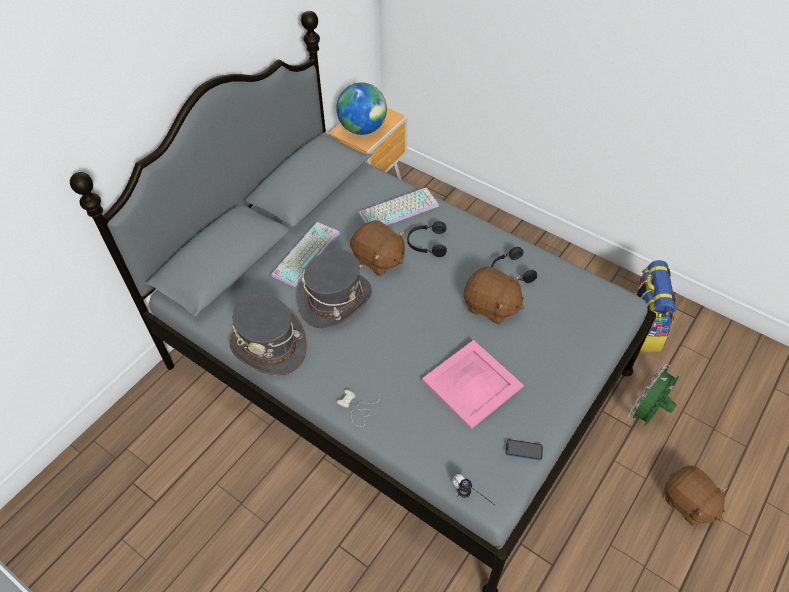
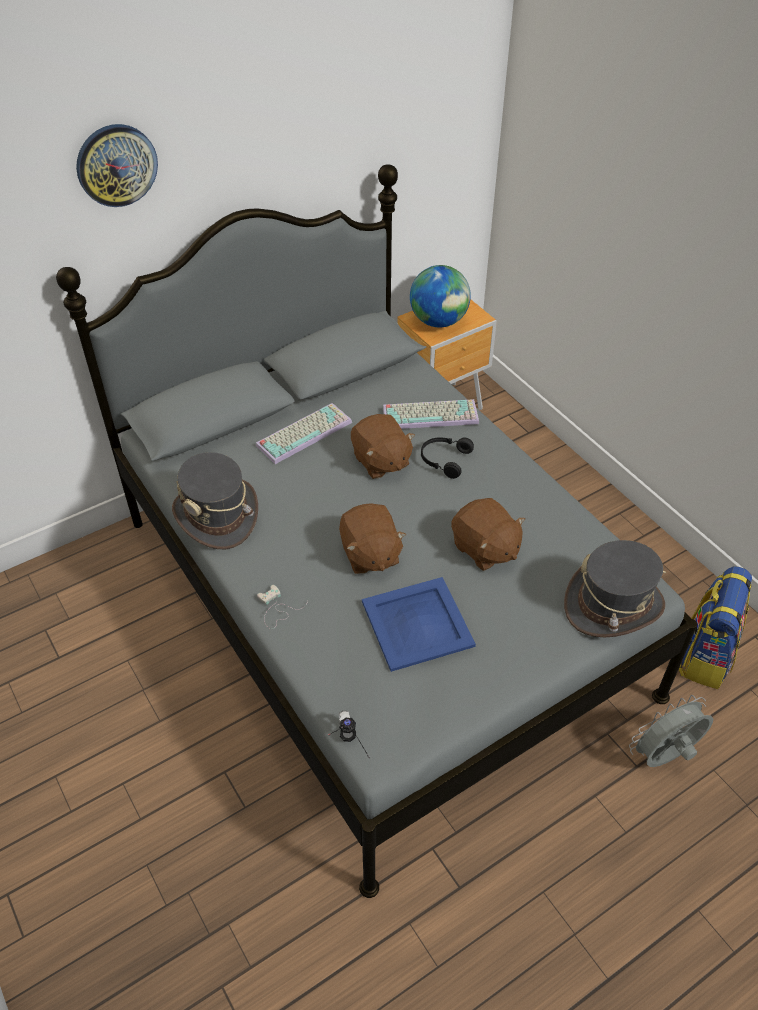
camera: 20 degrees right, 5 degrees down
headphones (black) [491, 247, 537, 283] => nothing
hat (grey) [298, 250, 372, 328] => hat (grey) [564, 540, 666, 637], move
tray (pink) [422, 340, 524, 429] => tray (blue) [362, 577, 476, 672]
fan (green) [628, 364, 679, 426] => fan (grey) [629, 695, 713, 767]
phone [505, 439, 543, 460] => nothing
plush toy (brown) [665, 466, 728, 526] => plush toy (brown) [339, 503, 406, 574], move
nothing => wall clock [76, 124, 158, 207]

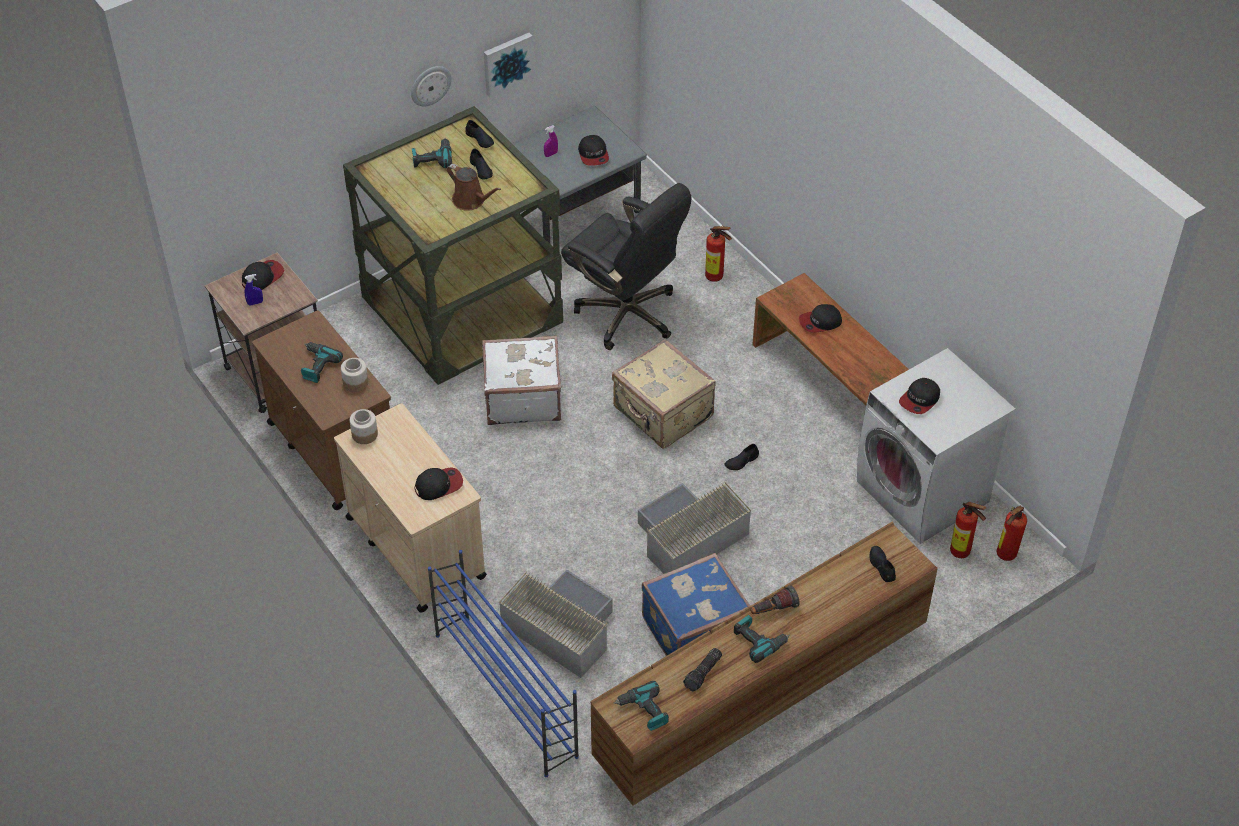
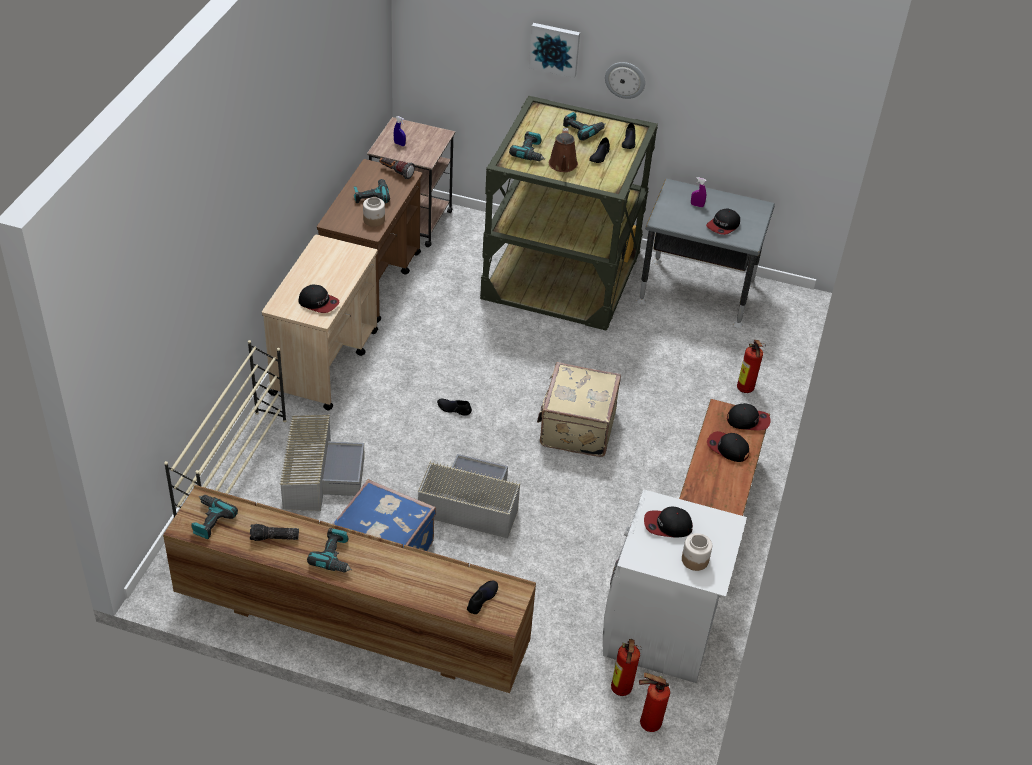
camera: 50 degrees right, 5 degrees down
picture [484, 33, 534, 98] => picture [529, 23, 580, 78], move
office chair (black) [561, 183, 691, 350] => nothing
cap [242, 260, 284, 290] => cap [727, 403, 770, 431], move
suitcase (white) [482, 336, 561, 425] => nothing
jar [350, 409, 378, 444] => jar [682, 533, 712, 571], move
shoe (black) [724, 444, 759, 470] => shoe (black) [437, 398, 472, 416], move
shoe rack (blue) [428, 550, 579, 777] => shoe rack (beige) [164, 340, 286, 517]
flashlight [750, 586, 800, 614] => flashlight [379, 157, 415, 179], move
nothing => power drill [509, 131, 545, 161]

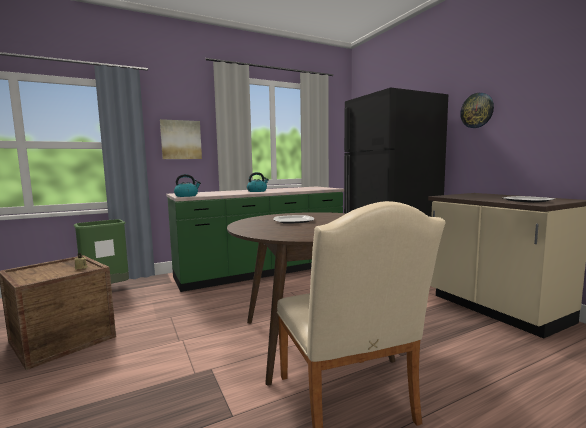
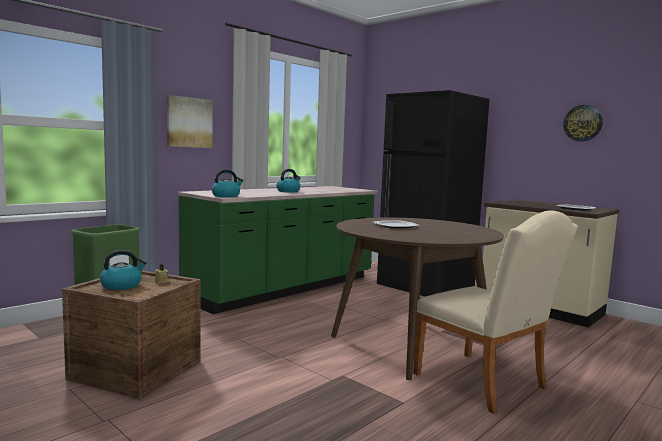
camera: 20 degrees left, 0 degrees up
wall clock [460, 93, 494, 128] => wall clock [563, 105, 603, 141], move
nothing => kettle [100, 250, 147, 290]

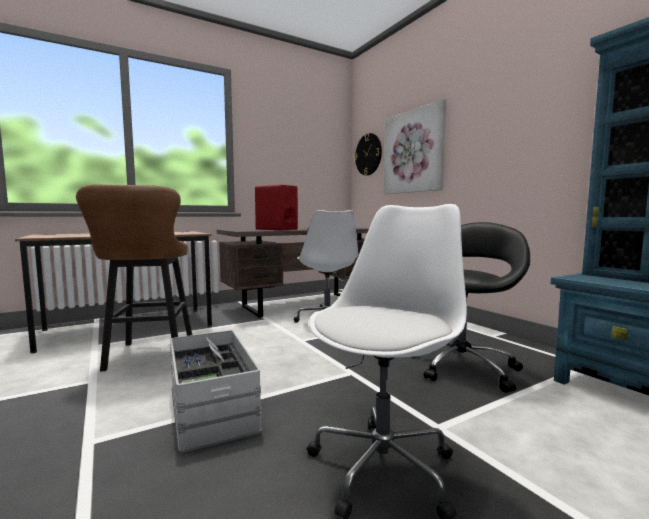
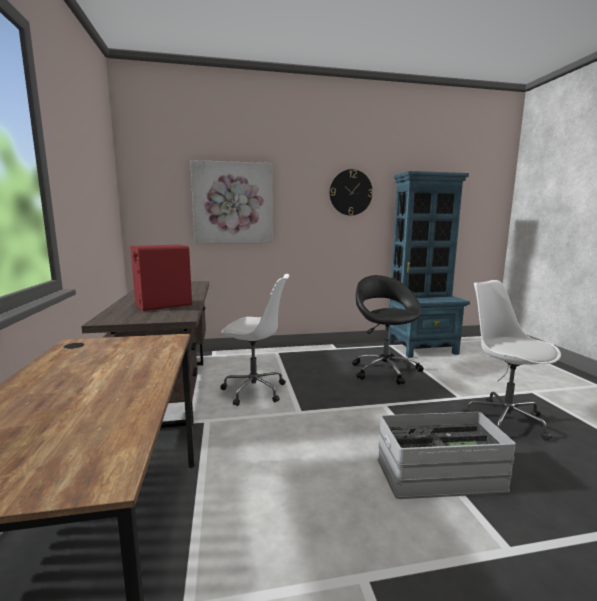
camera: 70 degrees left, 5 degrees up
wall clock [354, 133, 382, 176] => wall clock [330, 169, 373, 215], move
stool (brown) [76, 184, 192, 372] => nothing

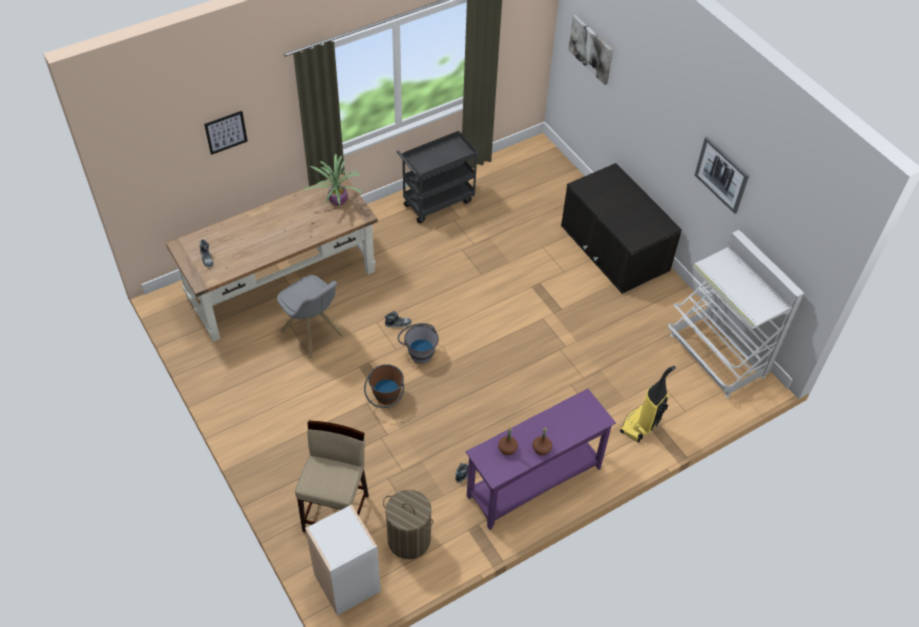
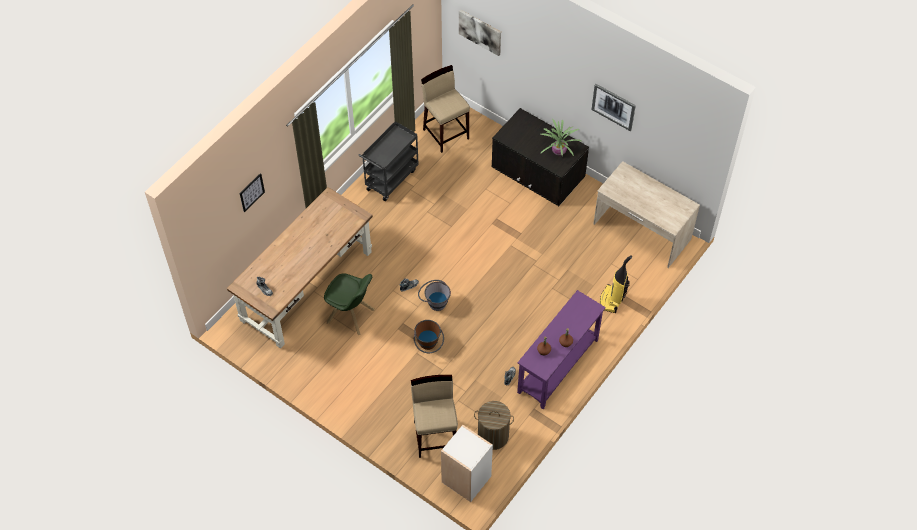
camera: 20 degrees left, 5 degrees up
potted plant [301, 154, 363, 206] => potted plant [540, 119, 583, 156], move
shoe rack (white) [668, 230, 804, 398] => desk (beige) [594, 161, 700, 268]
chair (grey) [277, 275, 344, 358] => chair (green) [324, 273, 374, 335]
nothing => stool (beige) [421, 65, 470, 153]

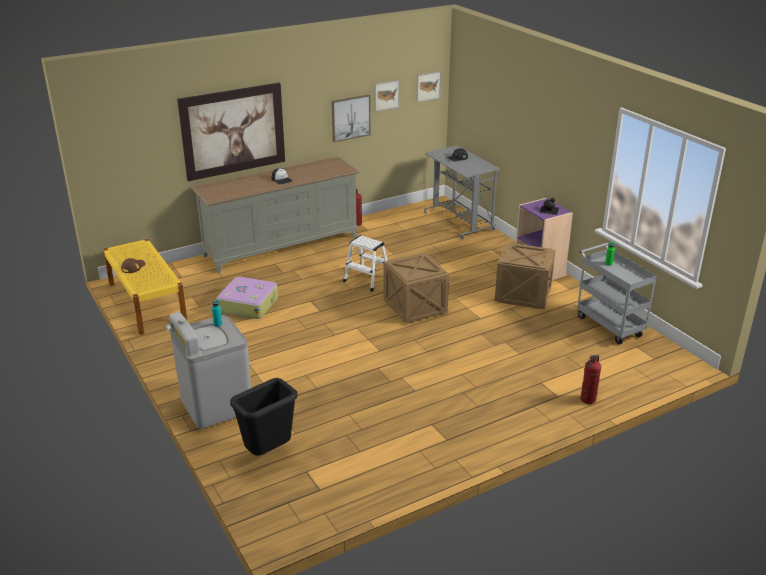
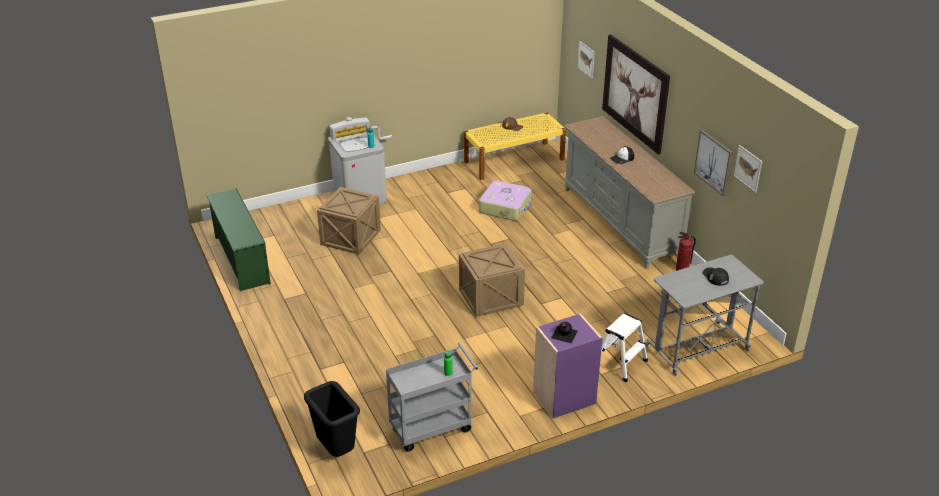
camera: 95 degrees right, 5 degrees up
picture [417, 71, 441, 103] => picture [577, 41, 595, 79], move
step ladder (white) [343, 235, 389, 292] => step ladder (white) [601, 313, 648, 382], move
crate [495, 243, 555, 309] => crate [317, 187, 381, 255], move
fire extinguisher [581, 355, 601, 404] => nothing
trash can (black) [230, 378, 298, 456] => trash can (black) [304, 381, 360, 457], move
nothing => shoe rack (green) [206, 189, 271, 291]

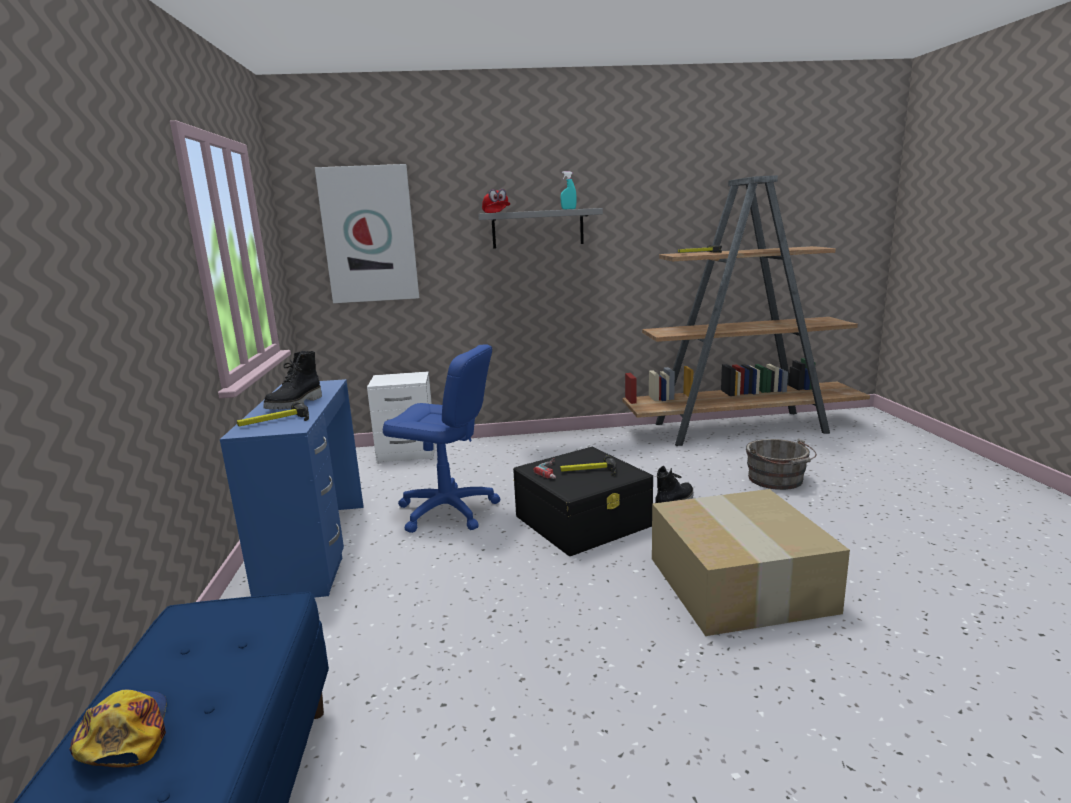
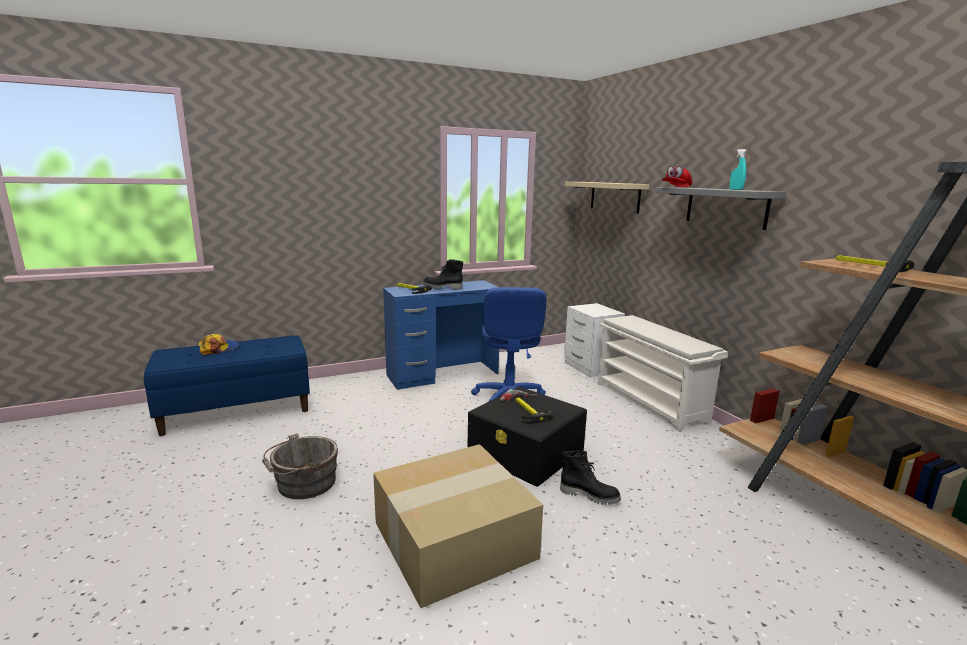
camera: 70 degrees right, 0 degrees up
picture [315, 164, 419, 303] => shelf (beige) [565, 182, 649, 214]
bucket (grey) [746, 438, 817, 490] => bucket (grey) [262, 433, 338, 499], move
nothing => shoe rack (white) [598, 315, 728, 432]

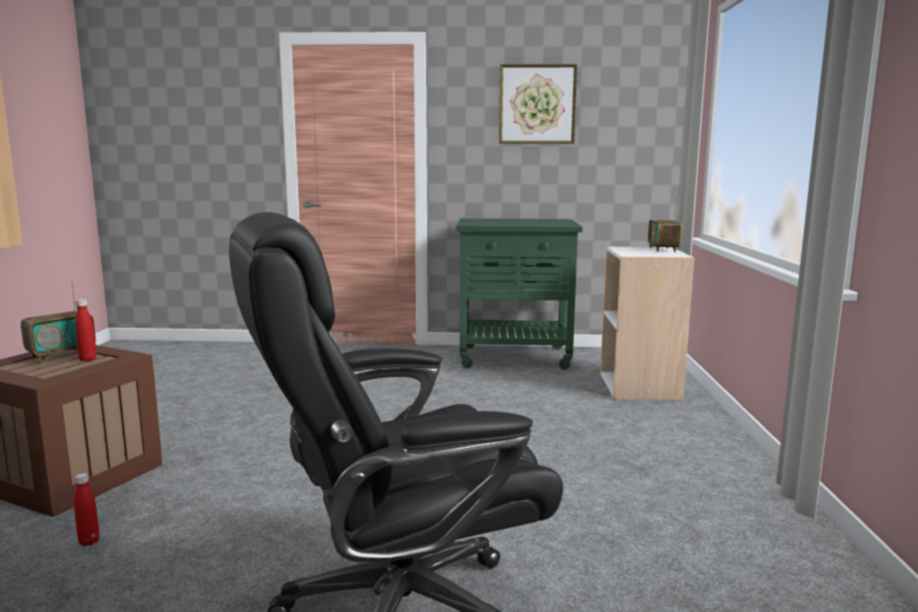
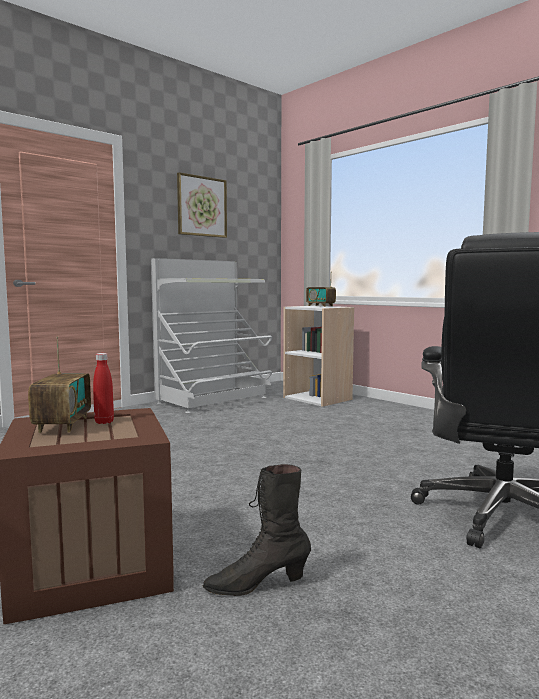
camera: 45 degrees left, 5 degrees down
cart (green) [456, 218, 583, 370] => shoe rack (white) [151, 258, 272, 413]
bottle (red) [74, 473, 100, 546] => boot (black) [203, 464, 311, 596]

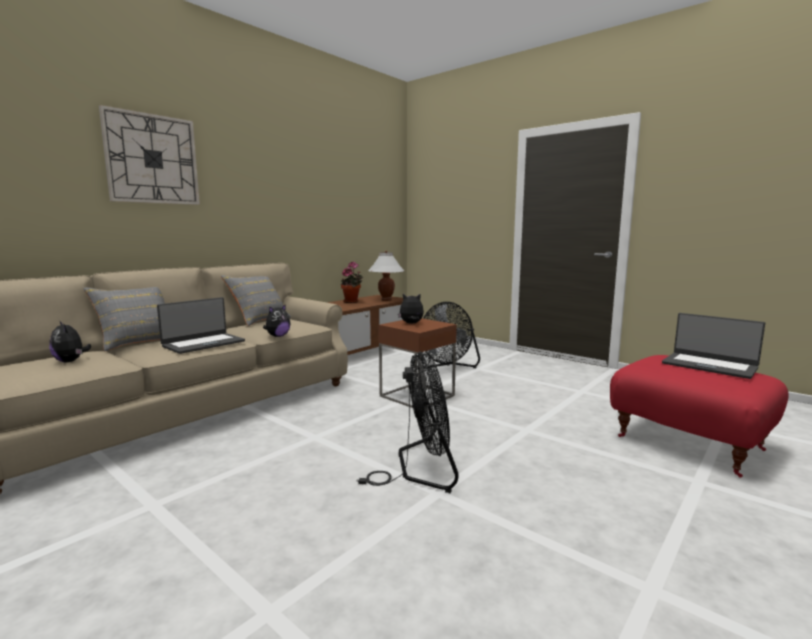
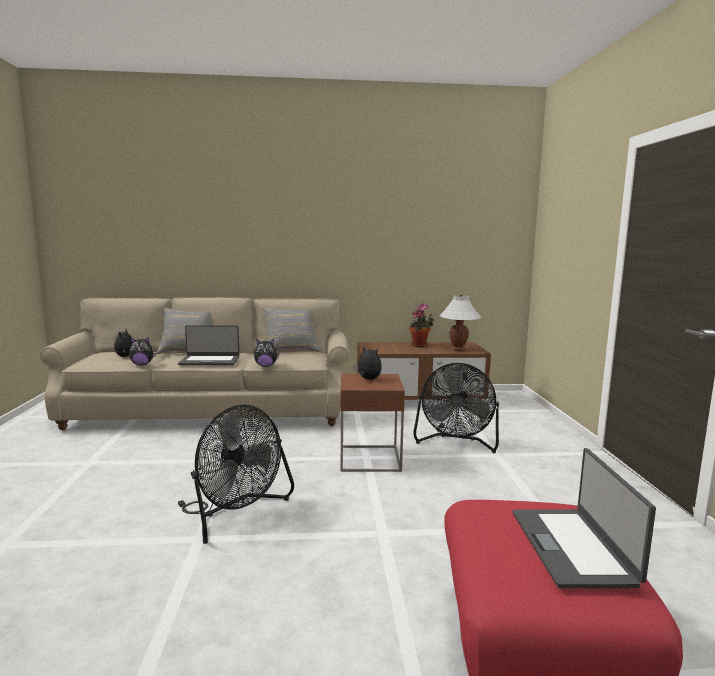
camera: 45 degrees right, 0 degrees up
wall clock [99, 105, 200, 205] => nothing
nothing => plush toy [129, 337, 156, 365]

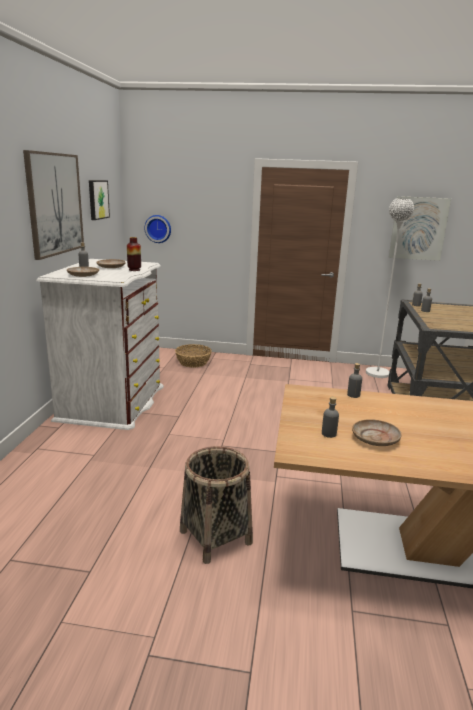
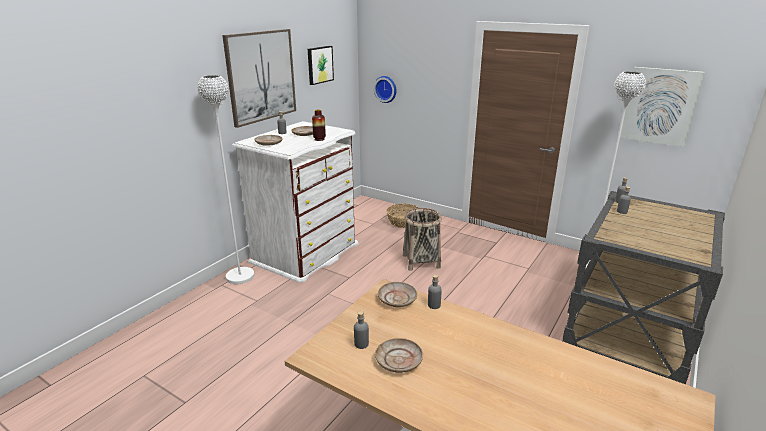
camera: 25 degrees right, 5 degrees up
basket [180, 446, 253, 564] => basket [403, 208, 442, 271], move
nothing => floor lamp (white) [197, 75, 254, 284]
nothing => plate (beige) [378, 282, 417, 307]

